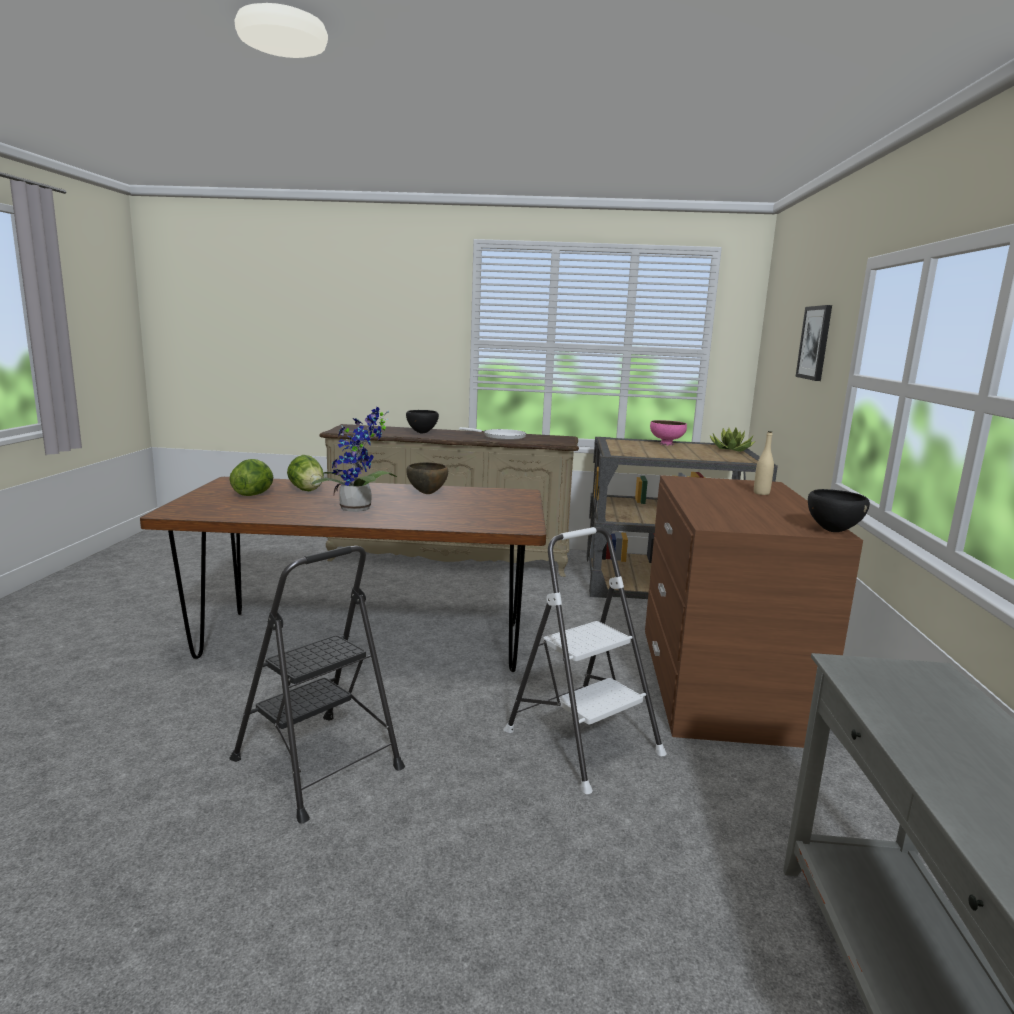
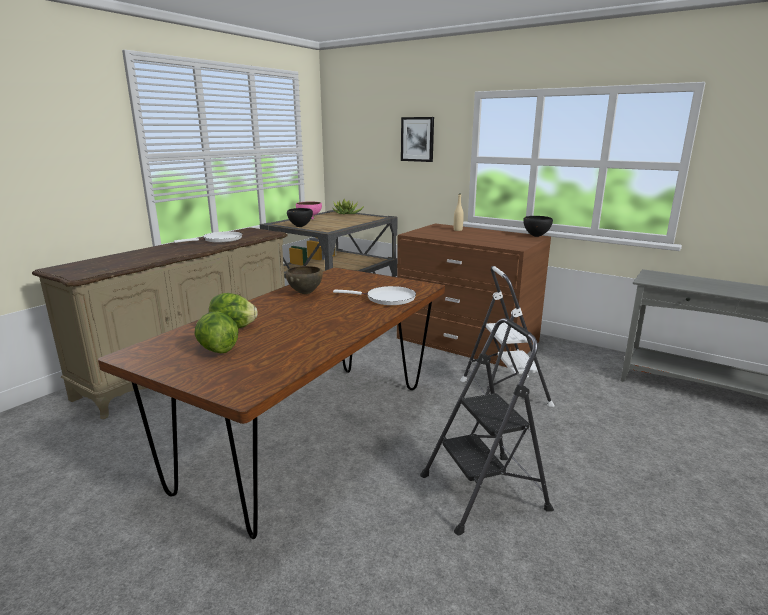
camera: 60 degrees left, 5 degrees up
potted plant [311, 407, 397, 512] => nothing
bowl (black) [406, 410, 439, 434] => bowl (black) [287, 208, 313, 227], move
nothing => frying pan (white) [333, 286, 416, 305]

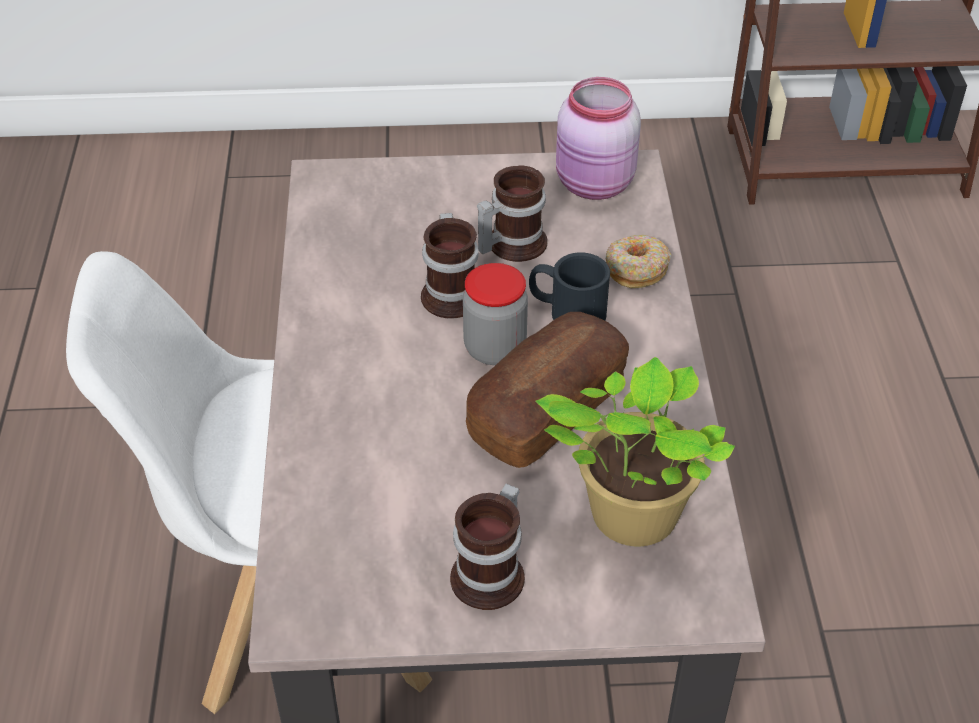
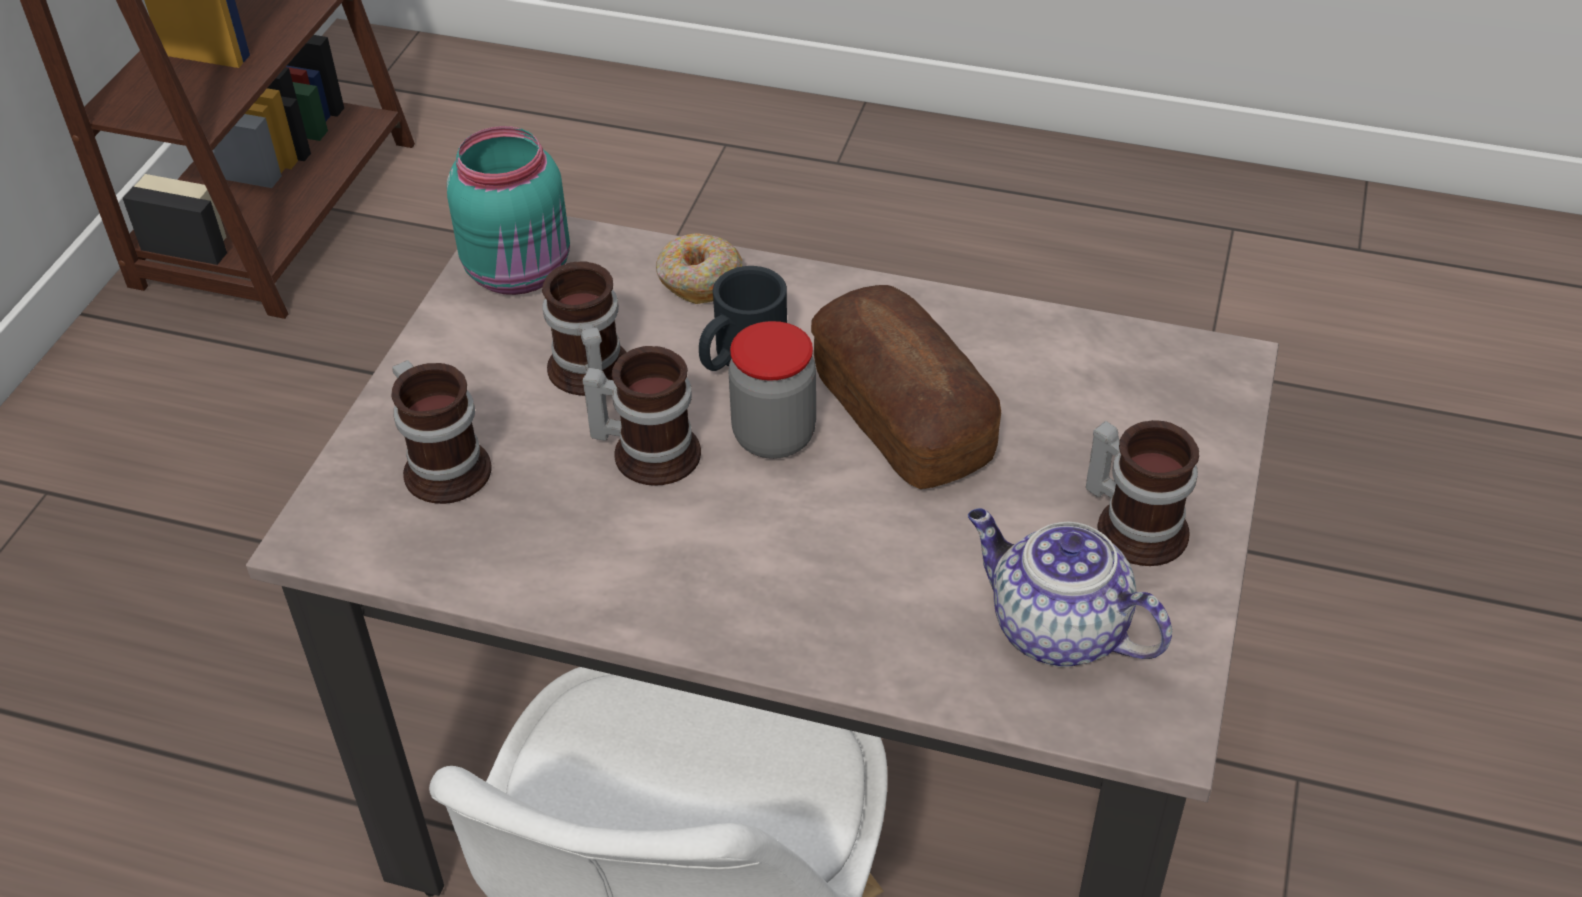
camera: 70 degrees left, 0 degrees up
jar (pink) [556, 77, 641, 200] => jar (turquoise) [447, 126, 570, 295]
potted plant [535, 357, 735, 546] => nothing
nothing => mug [391, 360, 491, 504]
nothing => teapot [968, 508, 1172, 667]

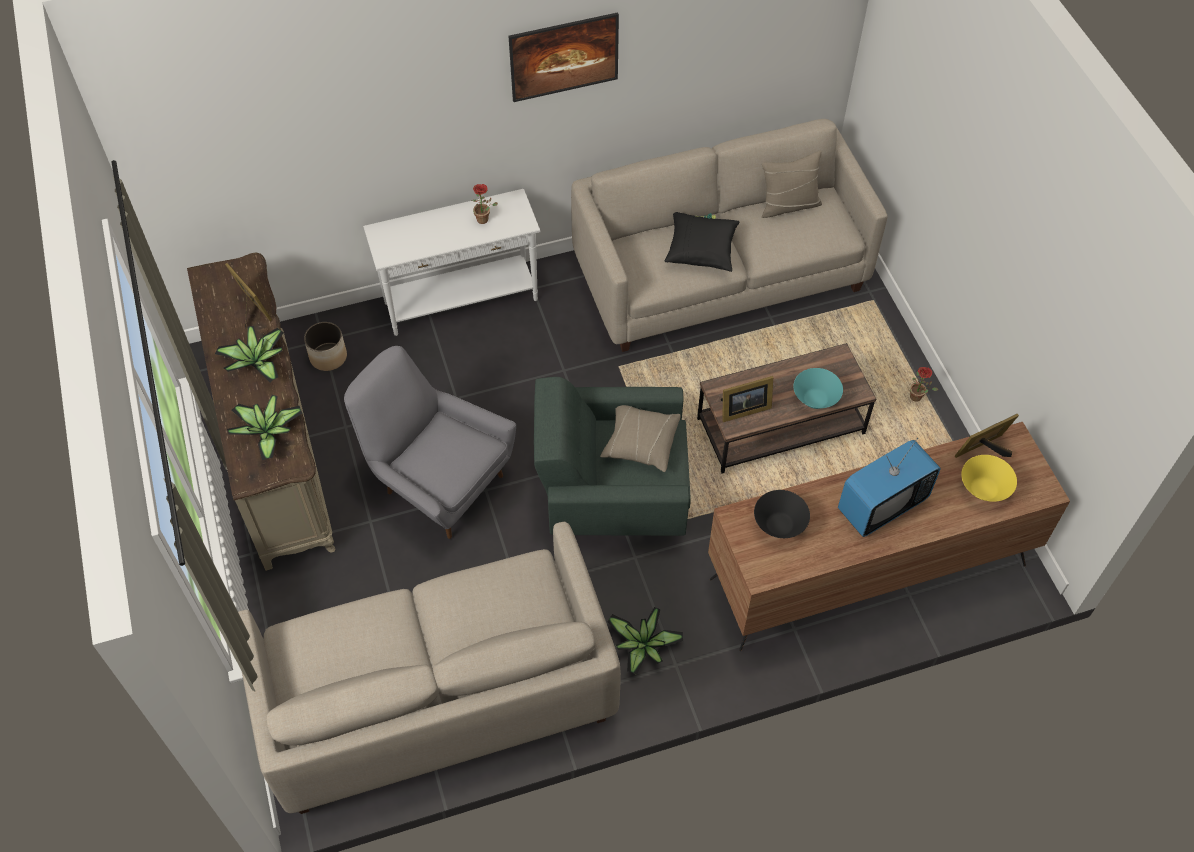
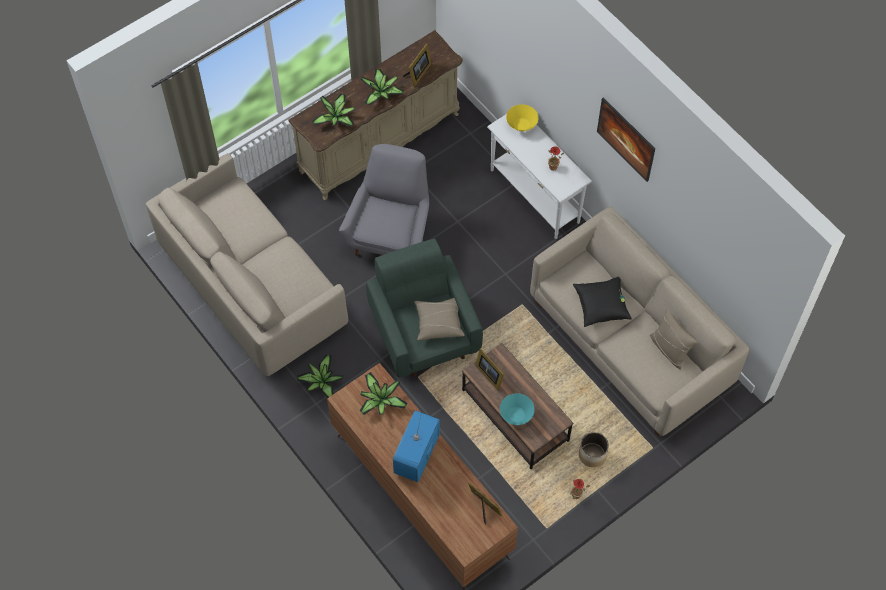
camera: 70 degrees right, 5 degrees up
planter [304, 322, 347, 371] => planter [579, 432, 609, 467], move
television [838, 438, 941, 537] => television [393, 410, 440, 482], 75 degrees clockwise
bowl (yellow) [961, 455, 1017, 502] => bowl (yellow) [506, 104, 538, 131], move
bowl (black) [754, 490, 810, 538] => potted plant [360, 372, 407, 415]

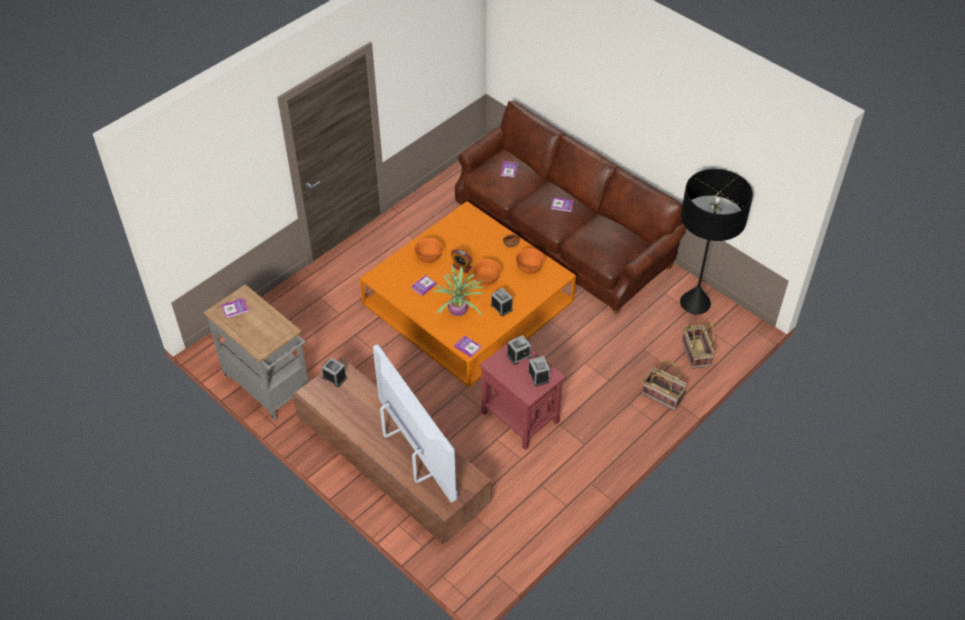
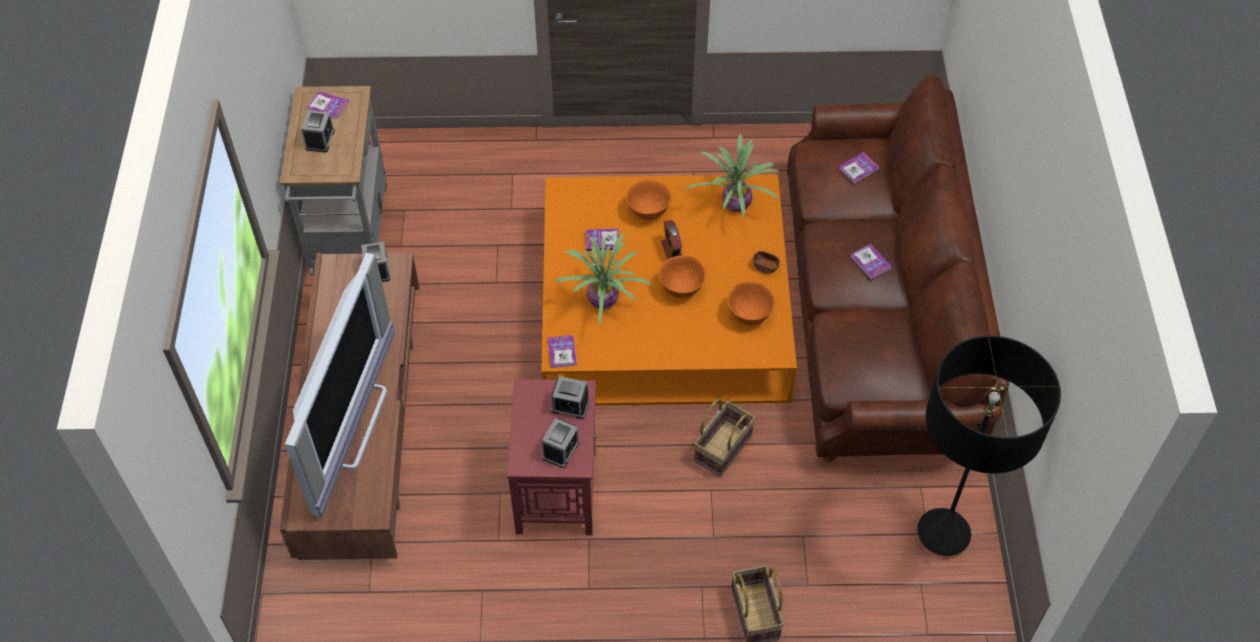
camera: 45 degrees right, 5 degrees up
alarm clock [491, 288, 513, 316] => alarm clock [301, 110, 335, 153], move
basket [682, 322, 715, 369] => basket [694, 398, 756, 477], move
nothing => potted plant [686, 133, 780, 218]

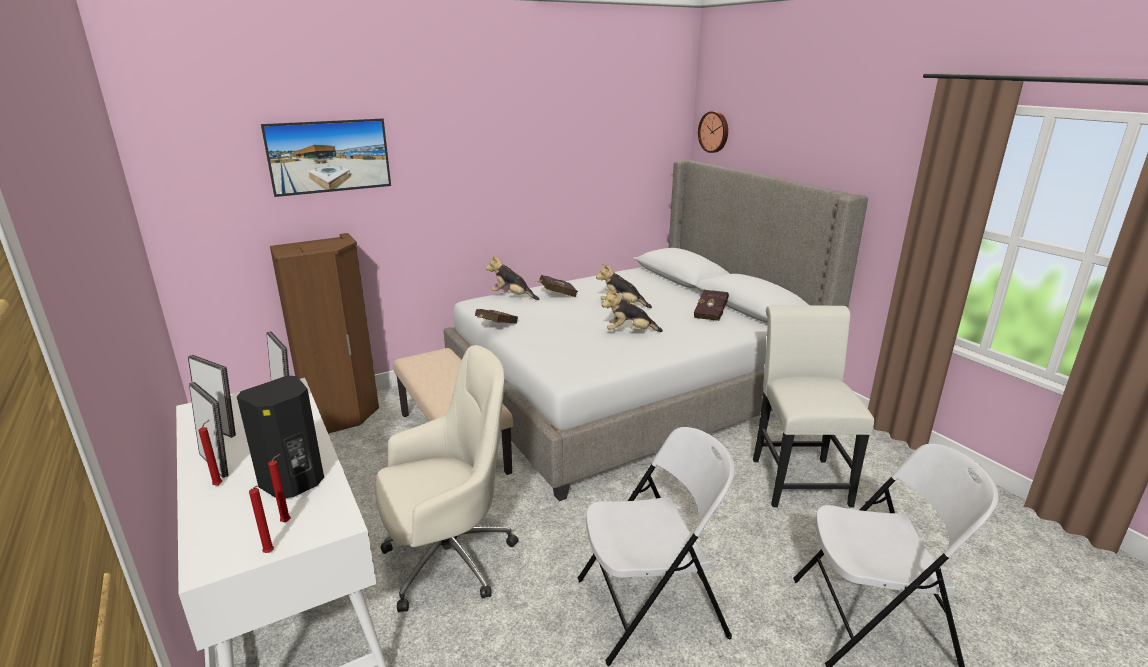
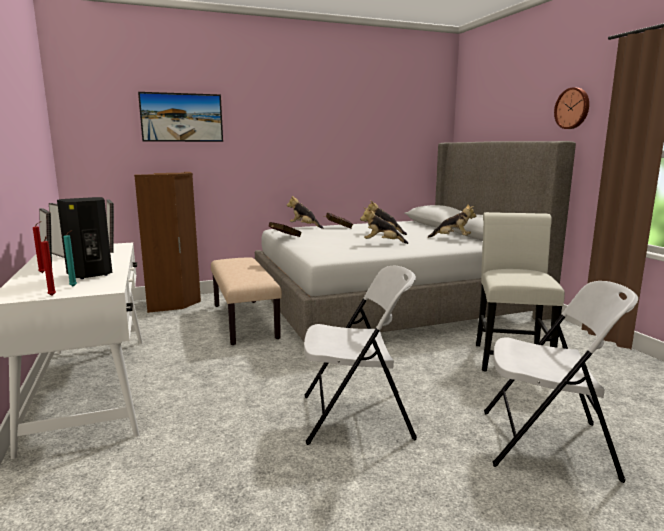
camera: 10 degrees right, 10 degrees down
wall clock [698, 111, 728, 153] => wall clock [554, 87, 589, 129], move
book (red) [694, 290, 729, 321] => plush toy [428, 204, 476, 238]
office chair (beige) [375, 345, 518, 612] => nothing
candle (red) [268, 454, 291, 522] => candle (turquoise) [63, 230, 77, 287]

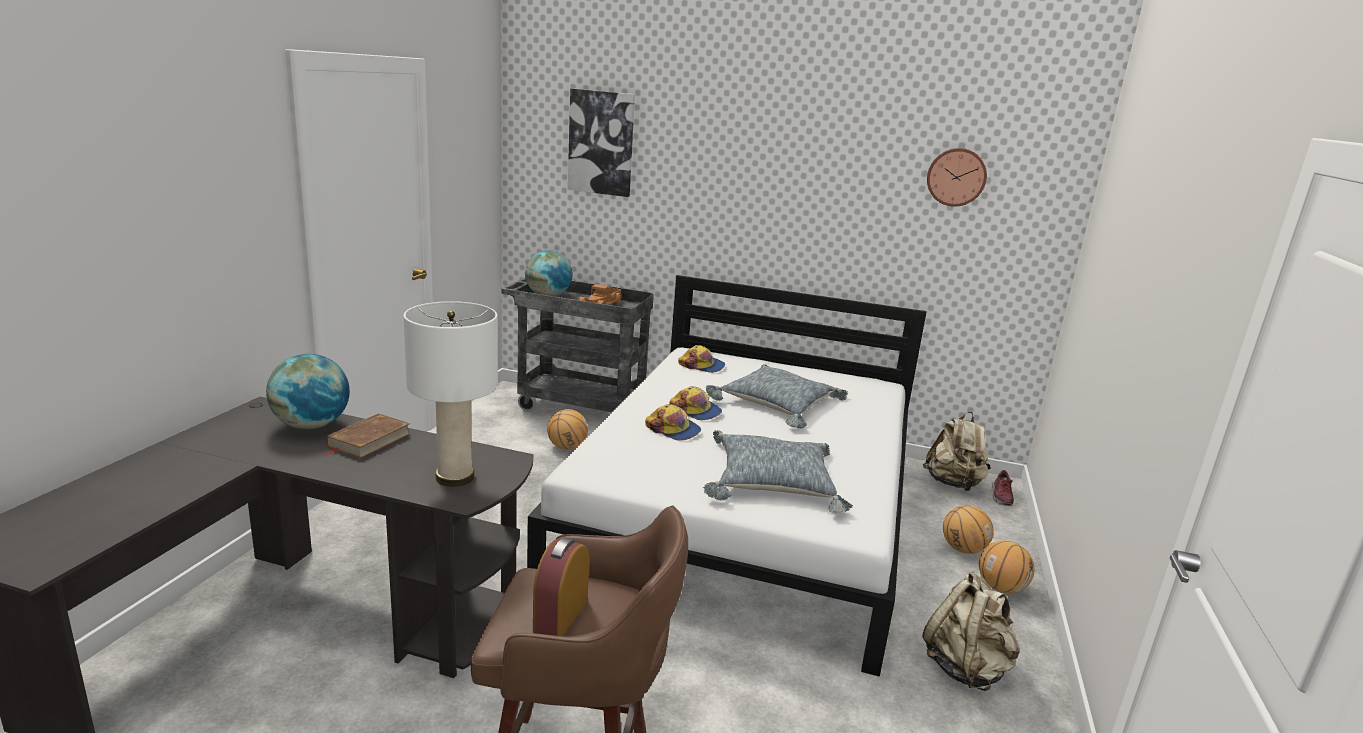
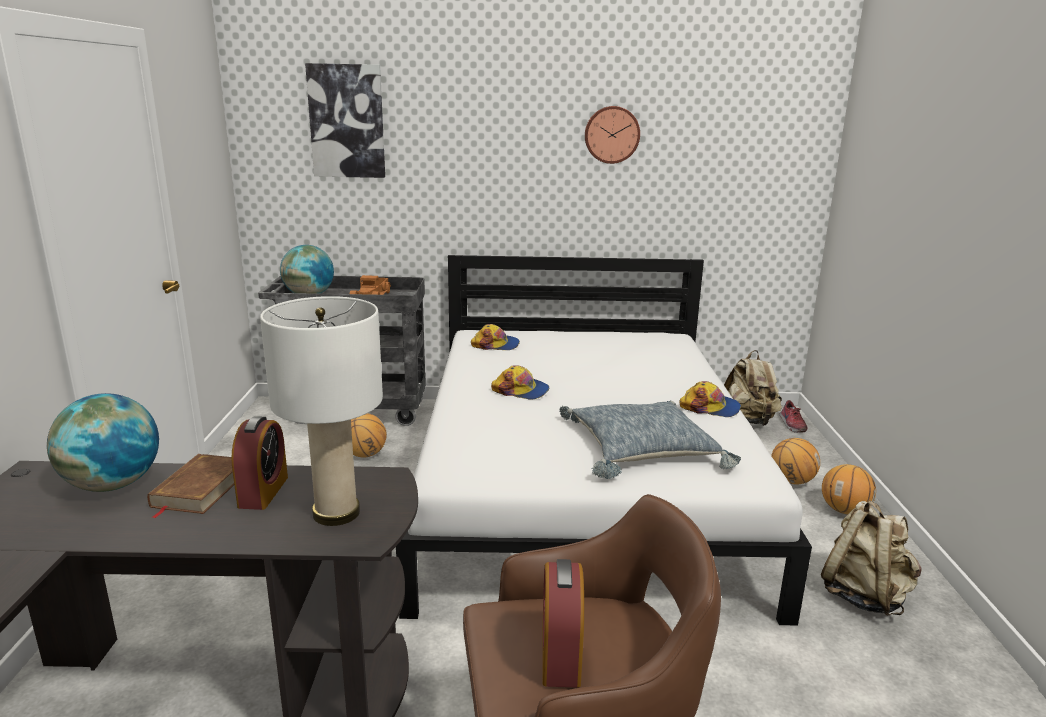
camera: 15 degrees left, 0 degrees up
wall clock [927, 148, 987, 207] => wall clock [585, 106, 640, 164], move
pillow [706, 365, 848, 429] => nothing
cap [645, 404, 701, 441] => cap [679, 381, 741, 417], move
nothing => alarm clock [231, 416, 288, 510]

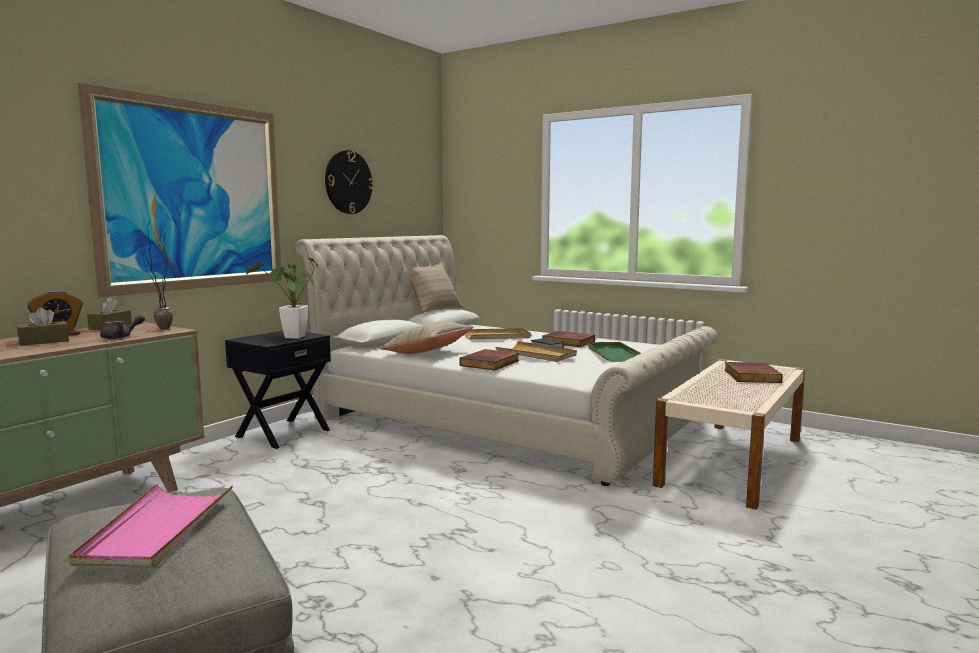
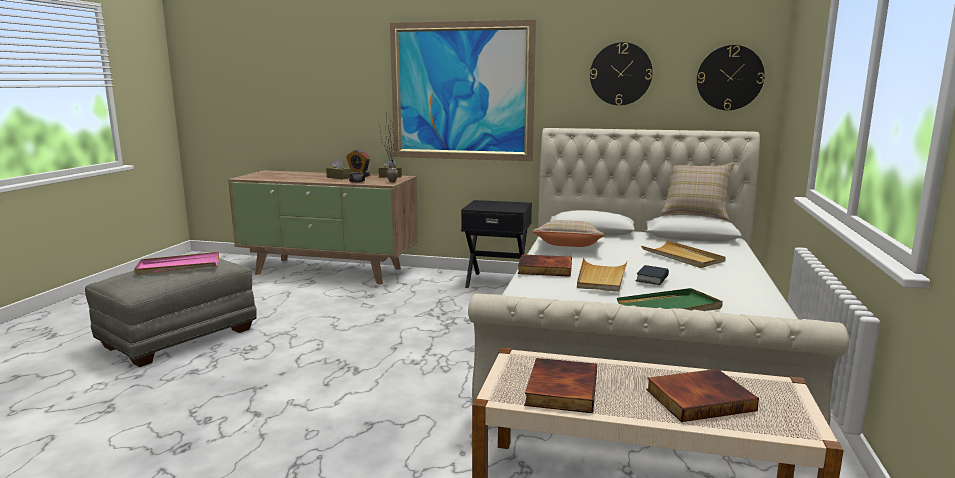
camera: 70 degrees right, 5 degrees up
potted plant [246, 258, 318, 339] => nothing
book [542, 331, 595, 347] => book [524, 358, 597, 413], move
nothing => wall clock [697, 45, 765, 110]

